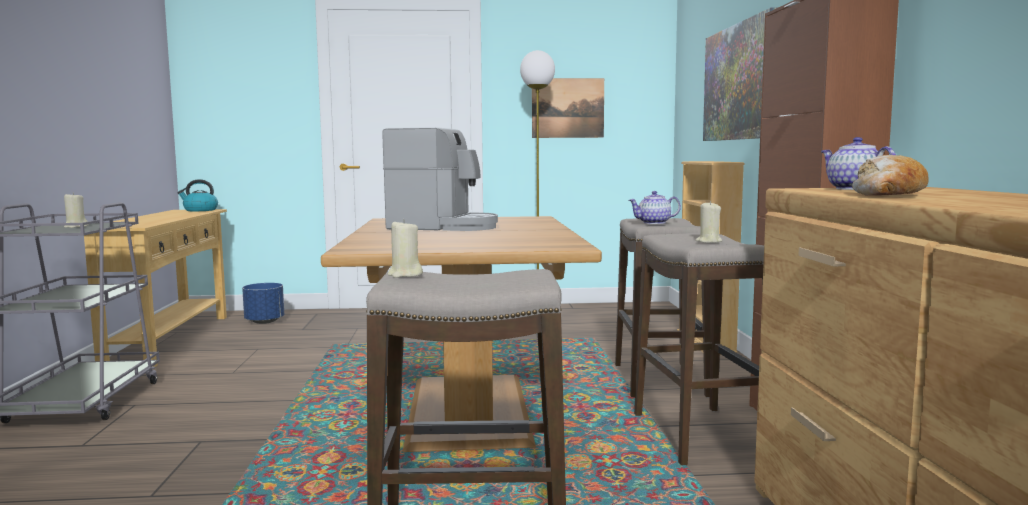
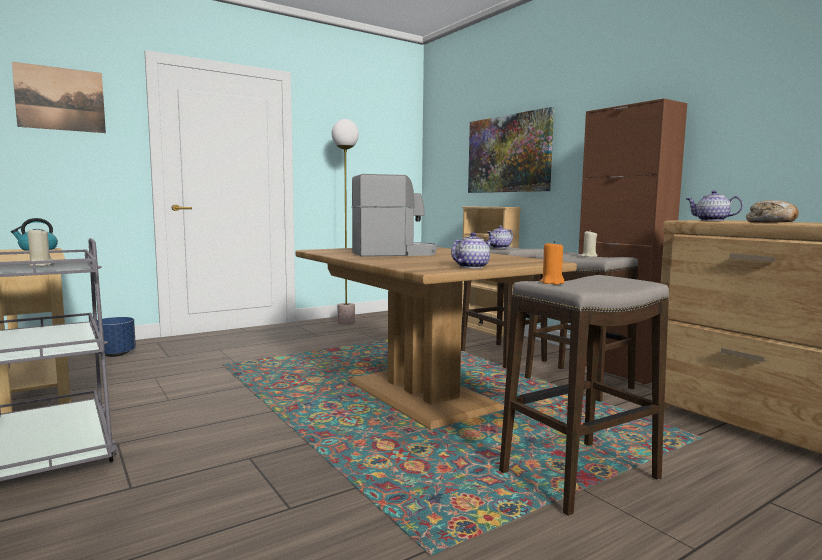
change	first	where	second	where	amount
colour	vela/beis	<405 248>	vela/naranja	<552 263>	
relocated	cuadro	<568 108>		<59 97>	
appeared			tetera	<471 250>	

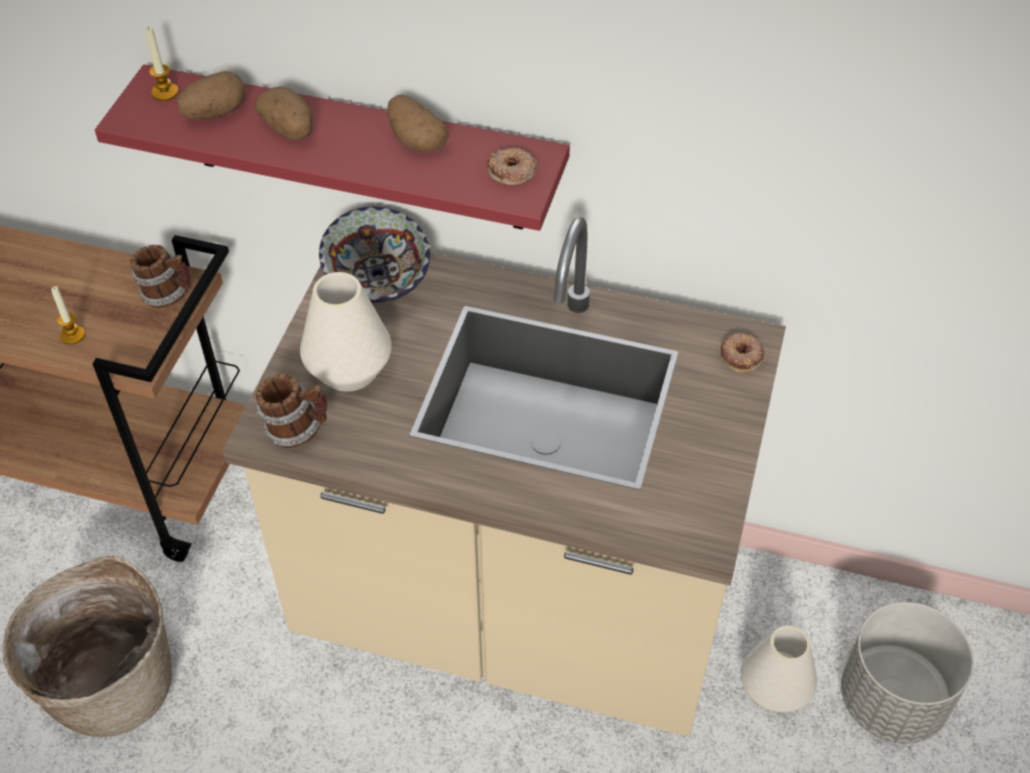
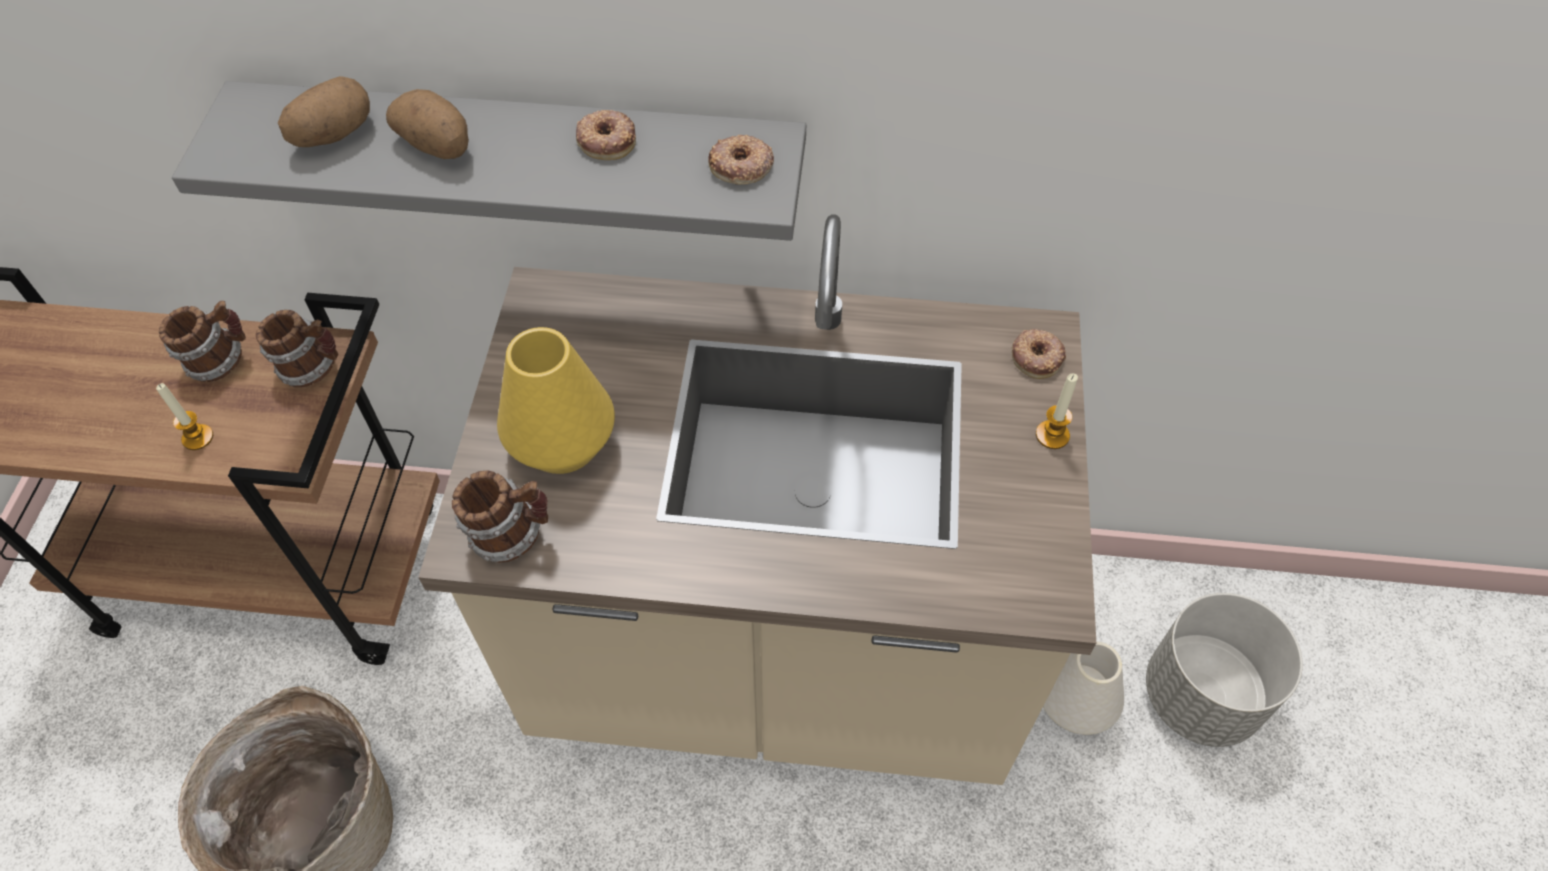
change	first	where	second	where	amount
colour	estante/rojo	<332 147>	estante/gris	<489 161>	
relocated	vela	<162 63>		<1057 411>	
colour	florero/blanco	<346 332>	florero/amarillo	<556 400>	
missing	cuenco	<374 254>			
exchanged	patata	<417 123>	rosquilla	<606 135>	
appeared			taza grande	<202 341>	

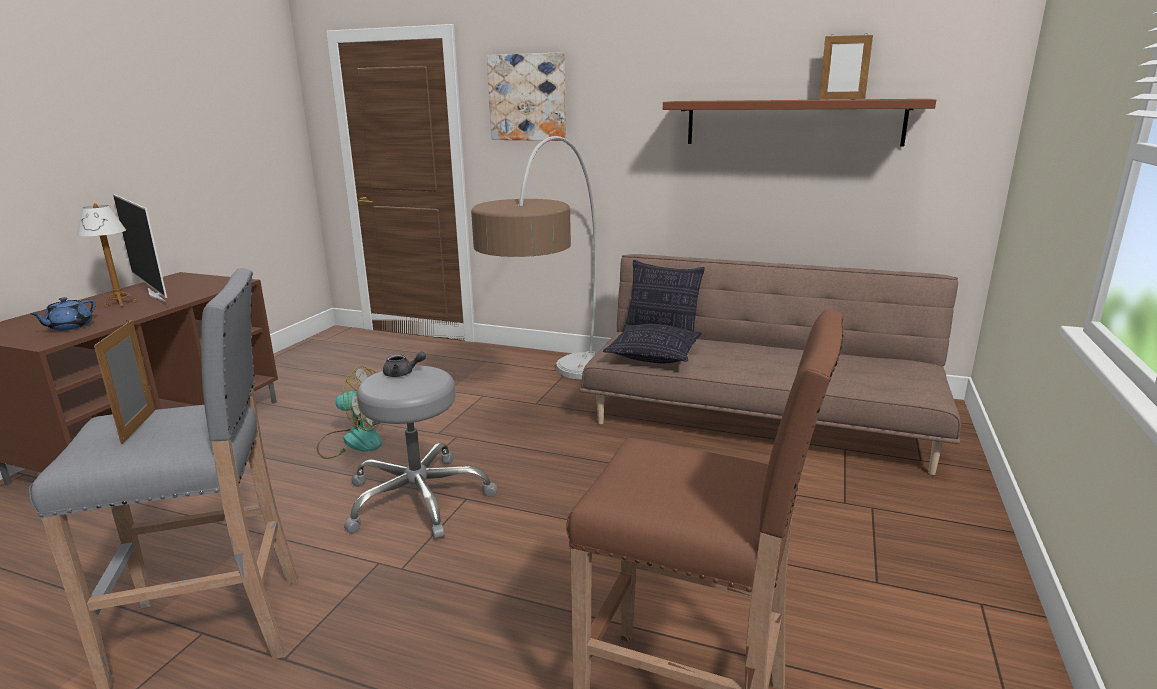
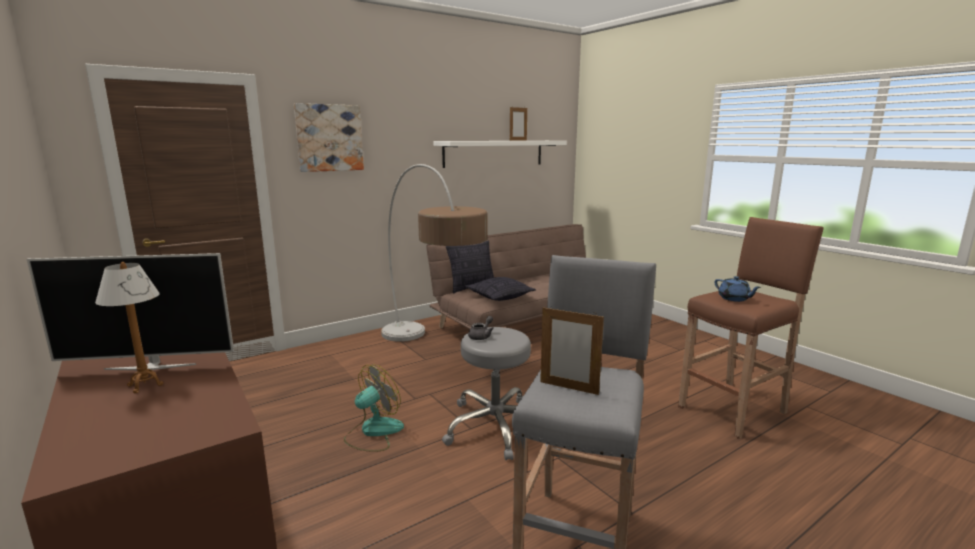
change	first	where	second	where	amount
relocated	tetera/azul	<63 314>		<737 289>	
colour	estante/marrón	<799 122>	estante/blanco	<500 154>	

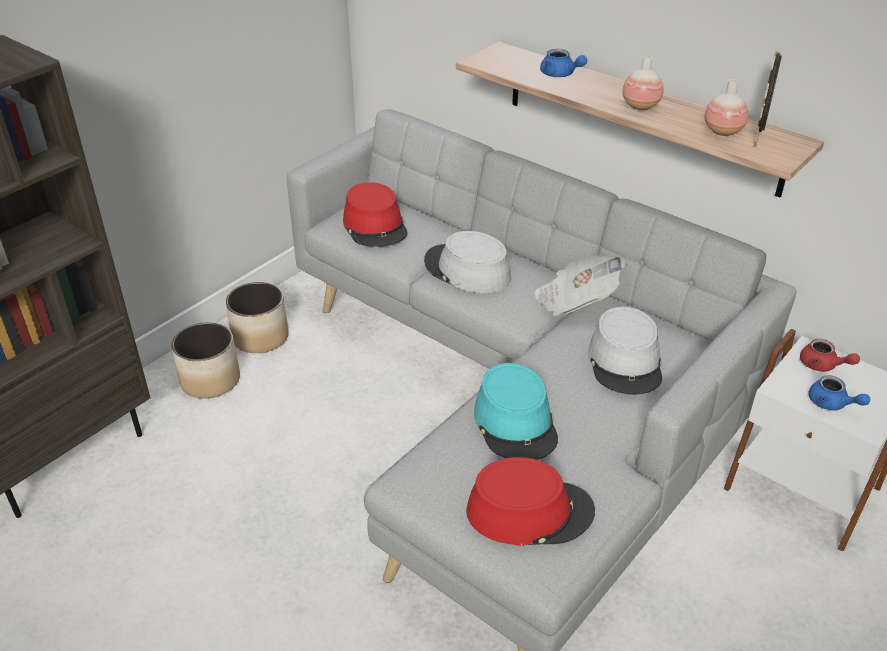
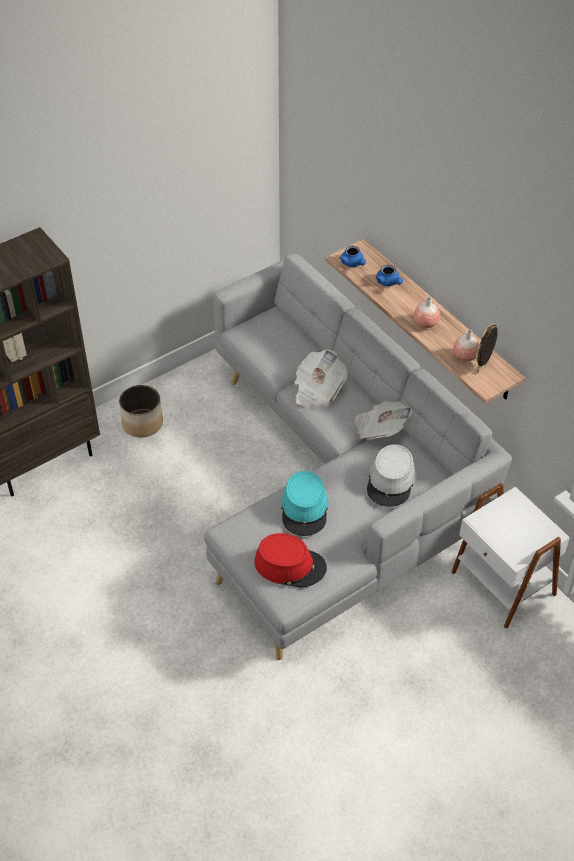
change	first	where	second	where	amount
missing	maceta	<257 317>			
missing	sombrero/rojo	<375 214>			
exchanged	sombrero/gris	<467 262>	periódico	<320 378>	
missing	tetera/rojo	<830 355>			
relocated	tetera/azul	<839 392>		<353 256>	

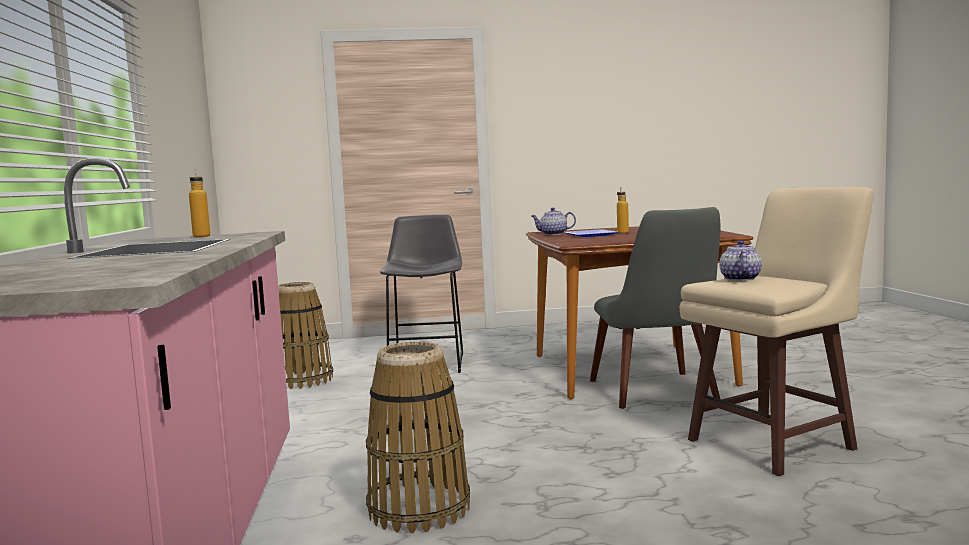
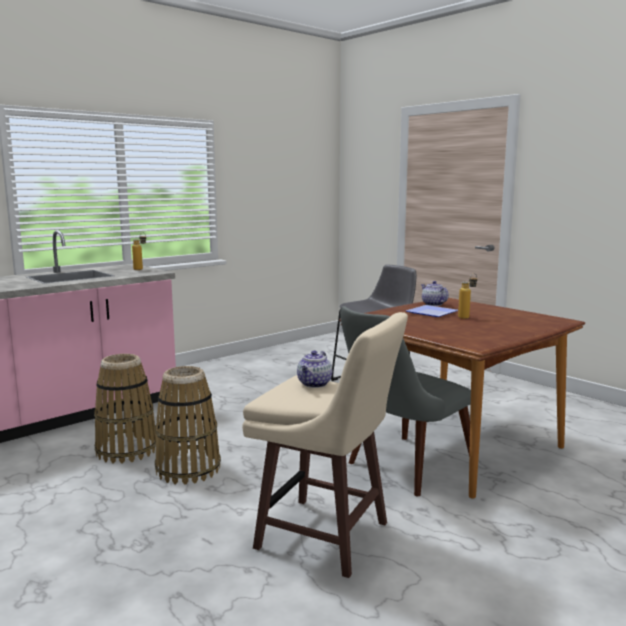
change	first	where	second	where	amount
relocated	cesta	<305 335>		<188 425>	
spun	tetera	<740 260>		<314 369>	135 degrees clockwise

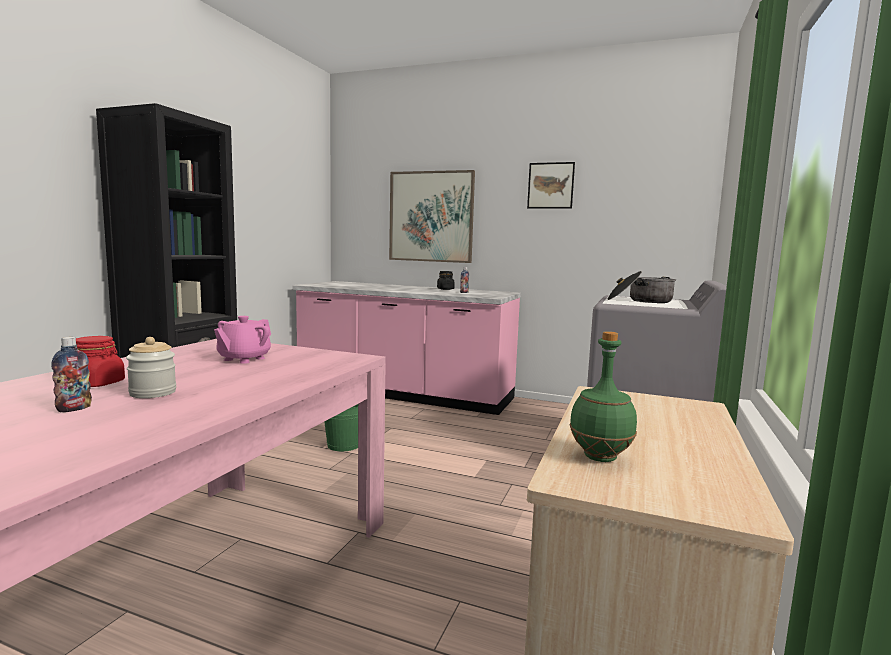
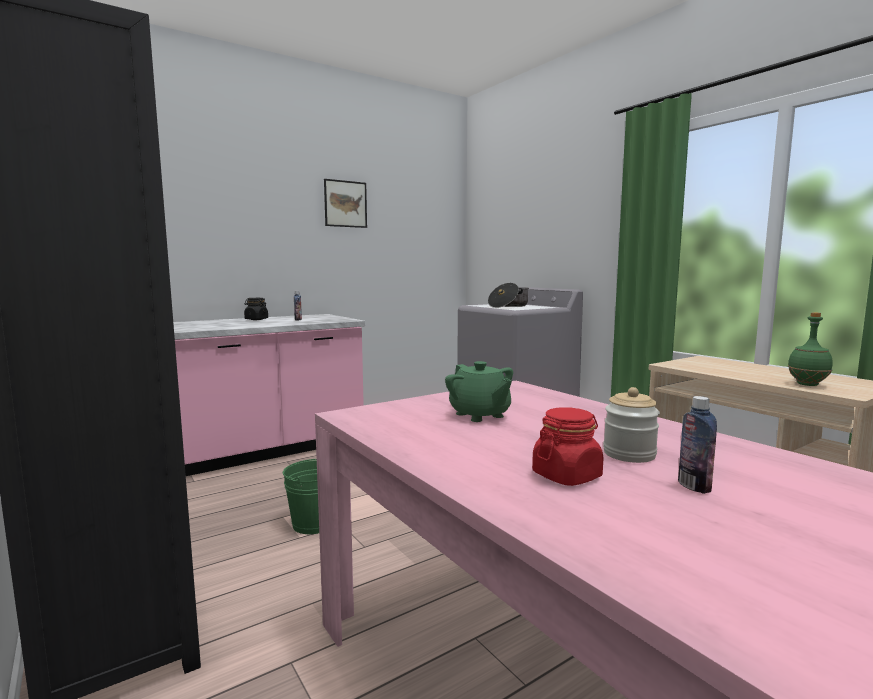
change	first	where	second	where	amount
colour	tetera/rosa	<242 340>	tetera/verde	<479 391>	
missing	cuadro	<432 216>			

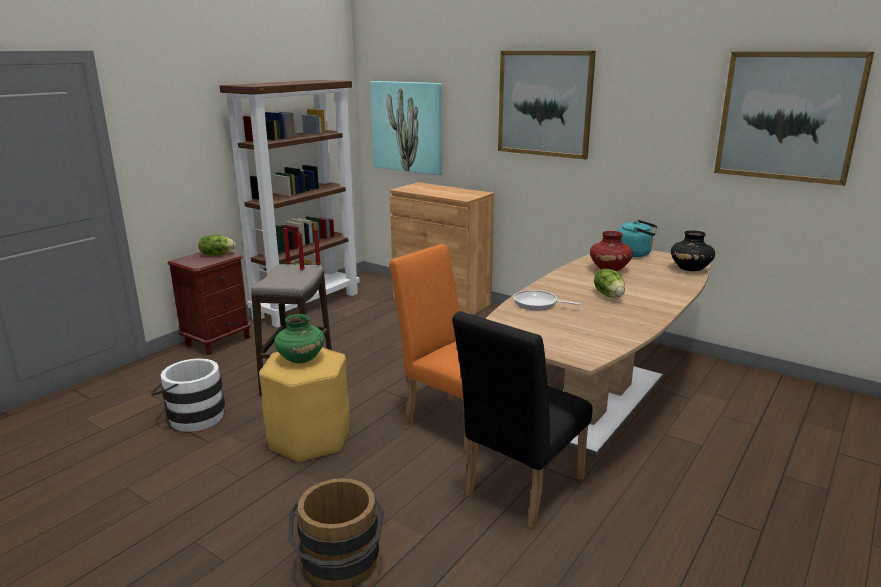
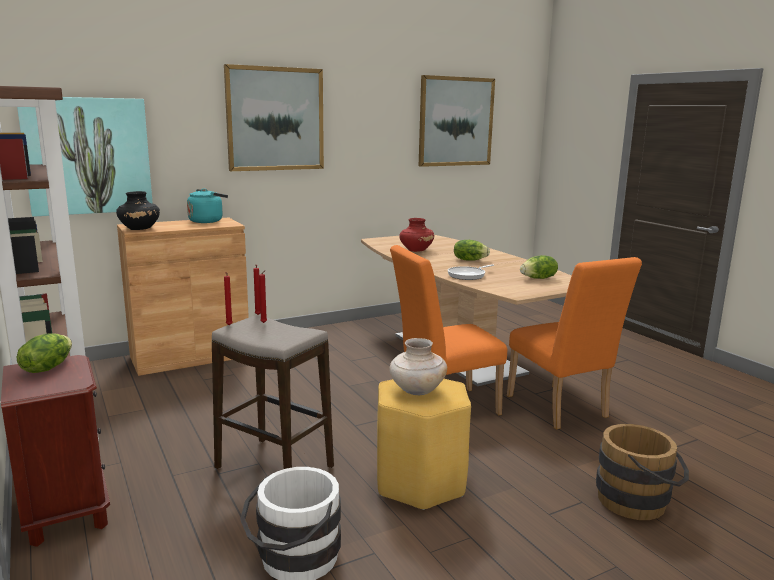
change	first	where	second	where	amount
colour	florero/verde	<299 338>	florero/beis	<418 366>	
colour	silla/negro	<522 420>	silla/naranja	<574 343>	
relocated	hervidor/turquesa	<637 238>		<207 206>	
relocated	florero/negro	<693 250>		<138 210>	
appeared			lechuga	<539 267>	

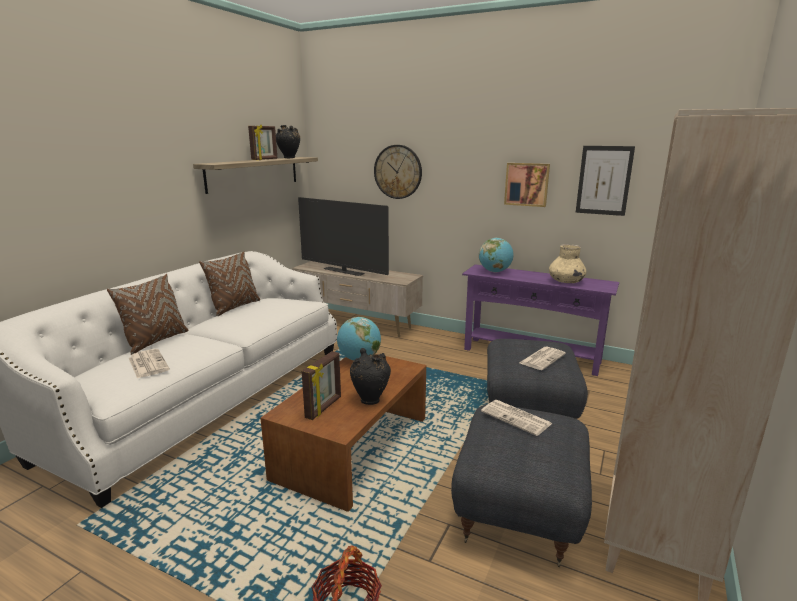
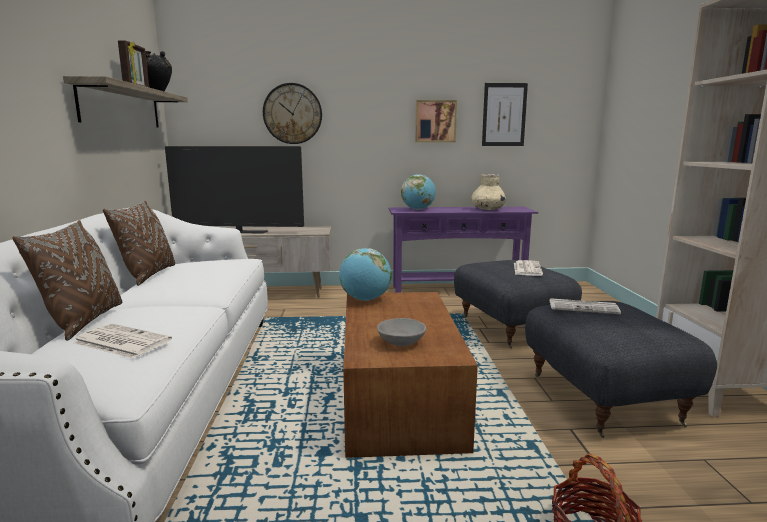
change	first	where	second	where	amount
exchanged	portarretratos	<321 385>	cuenco/gris	<401 332>	
missing	florero/negro	<370 376>			

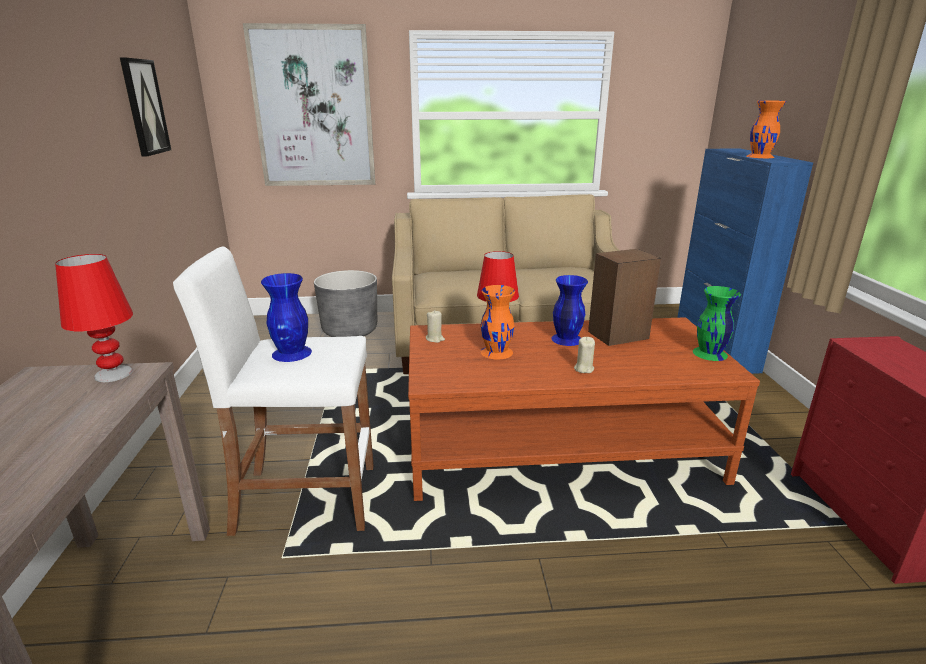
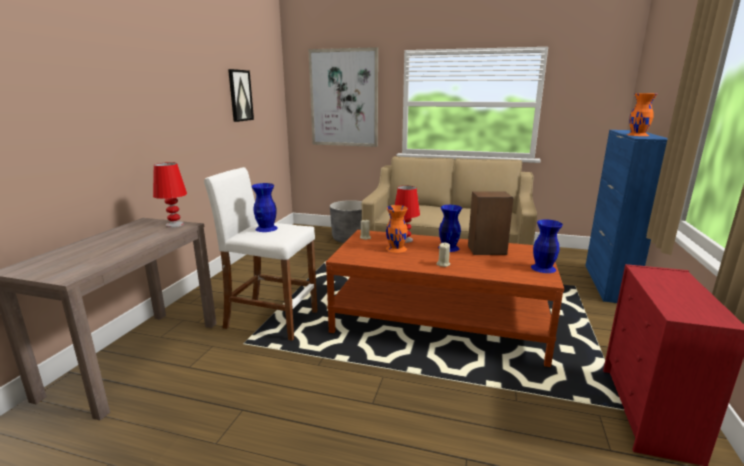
change	first	where	second	where	amount
colour	florero/verde	<717 323>	florero/azul	<547 246>	

